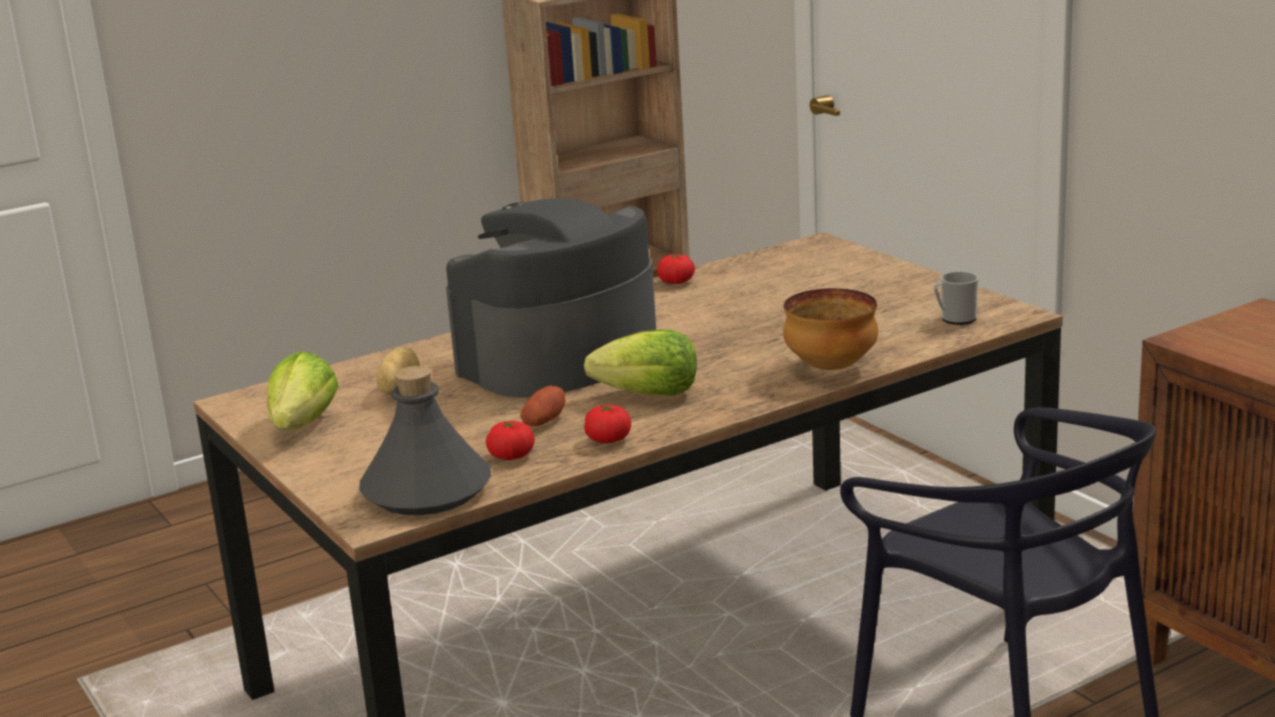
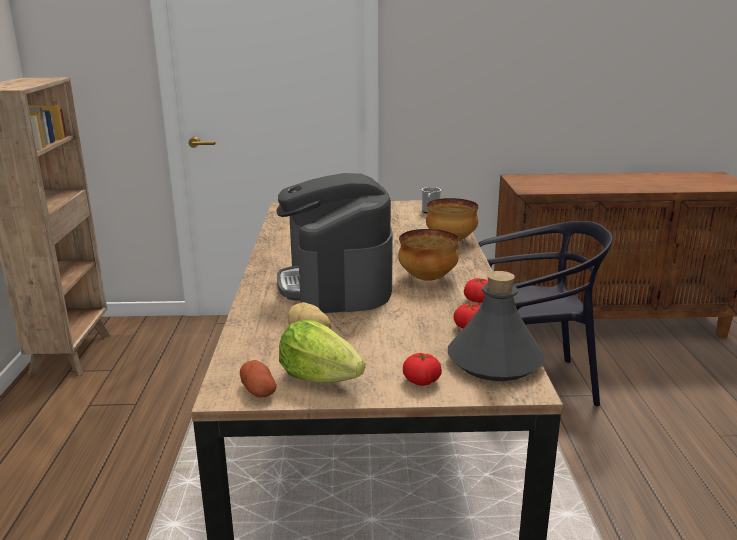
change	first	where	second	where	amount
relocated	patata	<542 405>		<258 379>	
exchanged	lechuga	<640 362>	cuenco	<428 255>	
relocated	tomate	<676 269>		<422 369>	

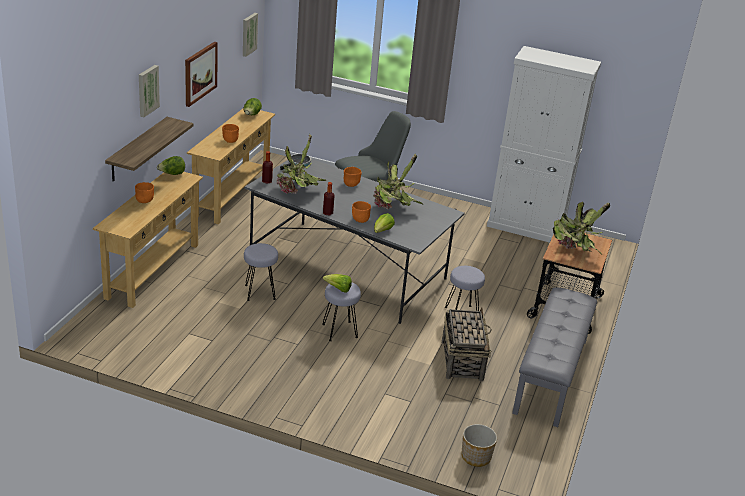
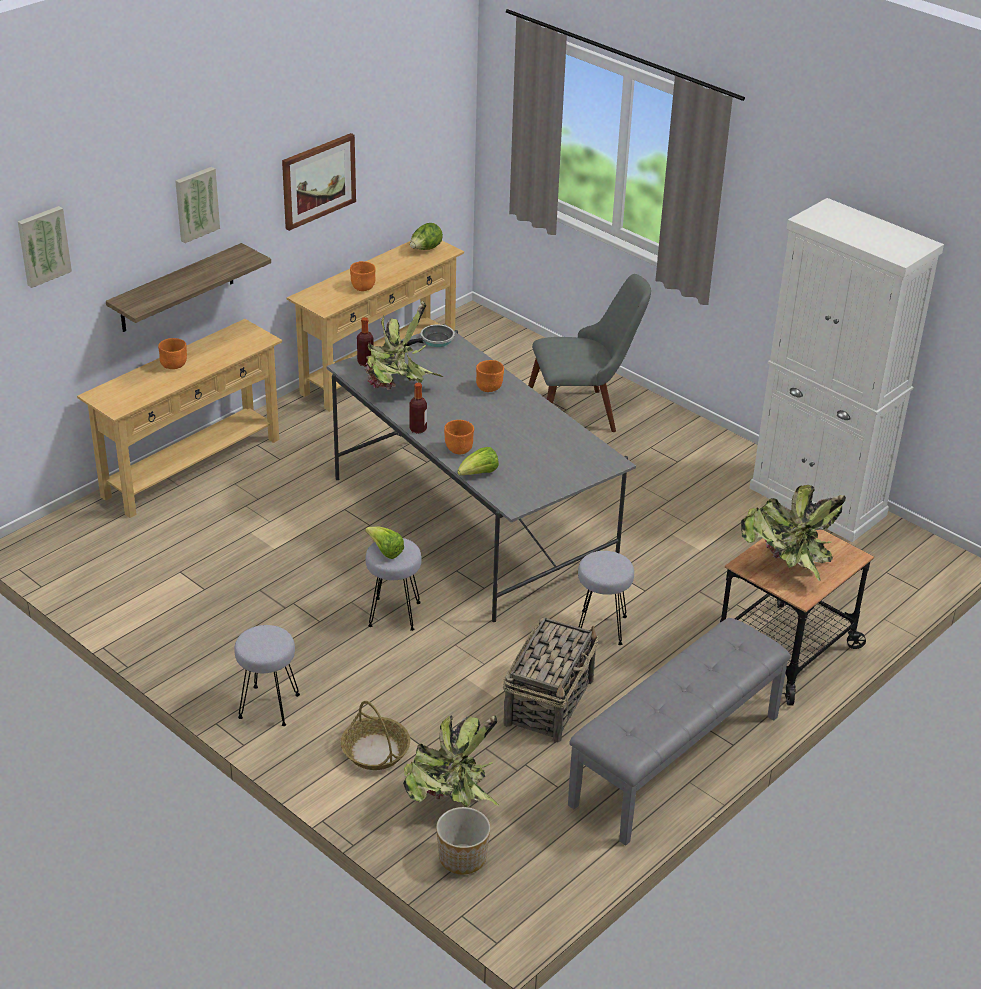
change	first	where	second	where	amount
missing	lechuga	<171 165>			
relocated	cuadro	<250 35>		<45 247>	
relocated	taburete/gris	<261 272>		<267 675>	
relocated	planta en maceta	<398 181>		<451 761>	
appeared			cesta	<375 735>	

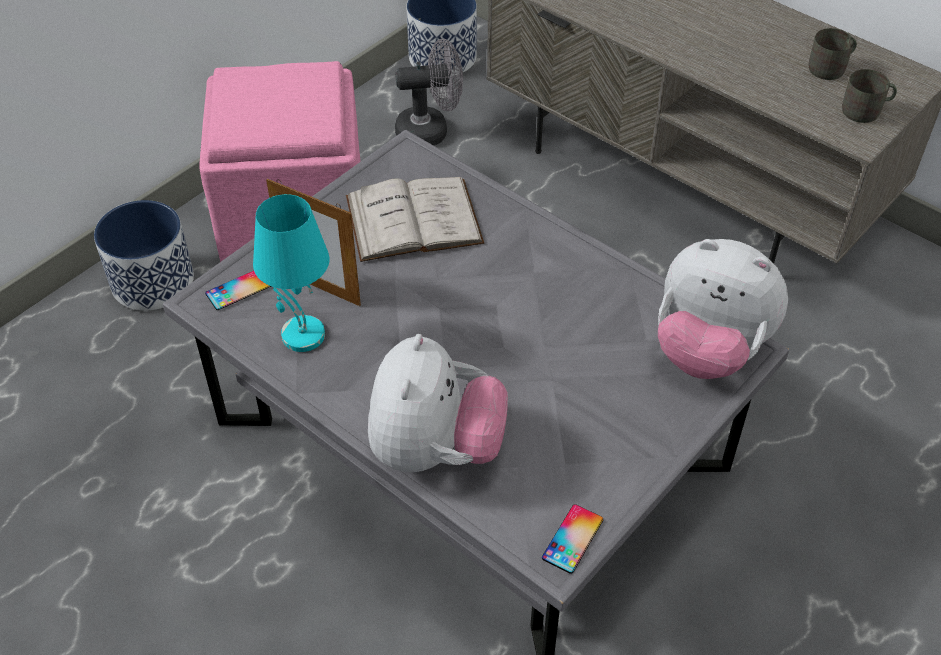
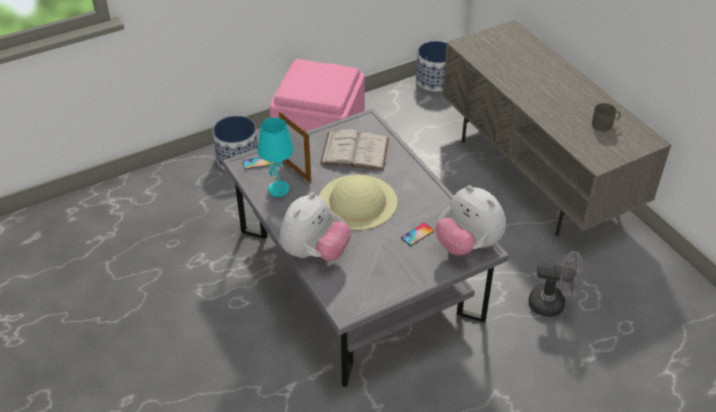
change	first	where	second	where	amount
relocated	ventilador/gris	<429 92>		<556 284>	
relocated	móvil	<572 539>		<417 234>	
missing	taza grande/gris	<869 96>			
appeared			sombrero/beis	<358 202>	

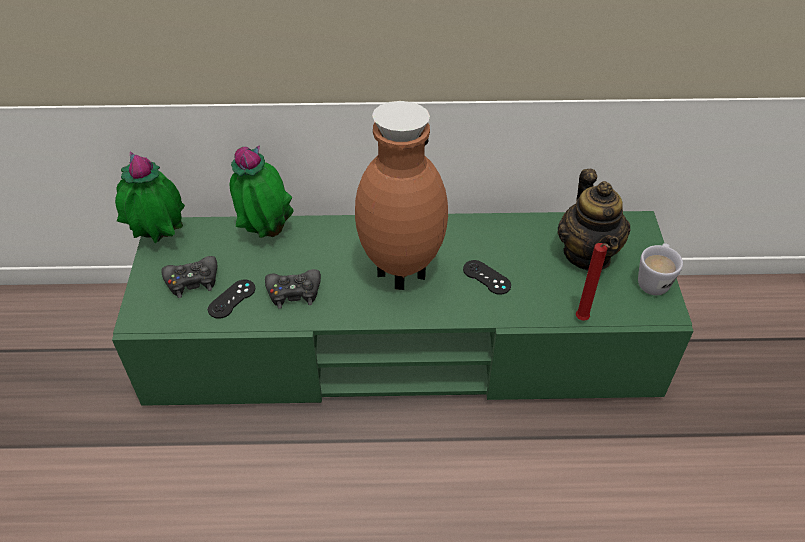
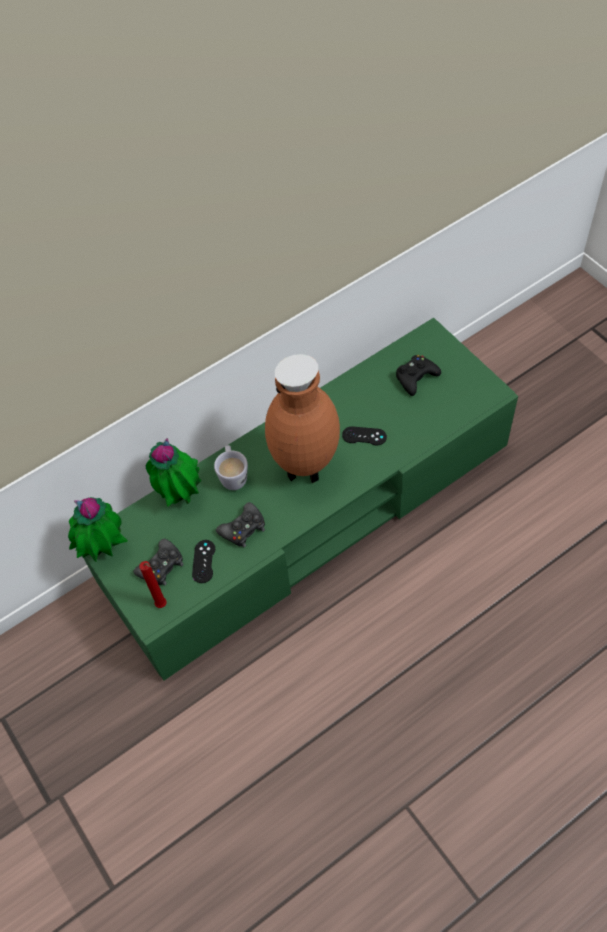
change	first	where	second	where	amount
exchanged	tetera	<594 220>	mando de consola/negro	<418 375>	
relocated	vela/rojo	<593 282>		<153 584>	
relocated	taza grande/blanco	<660 269>		<231 467>	

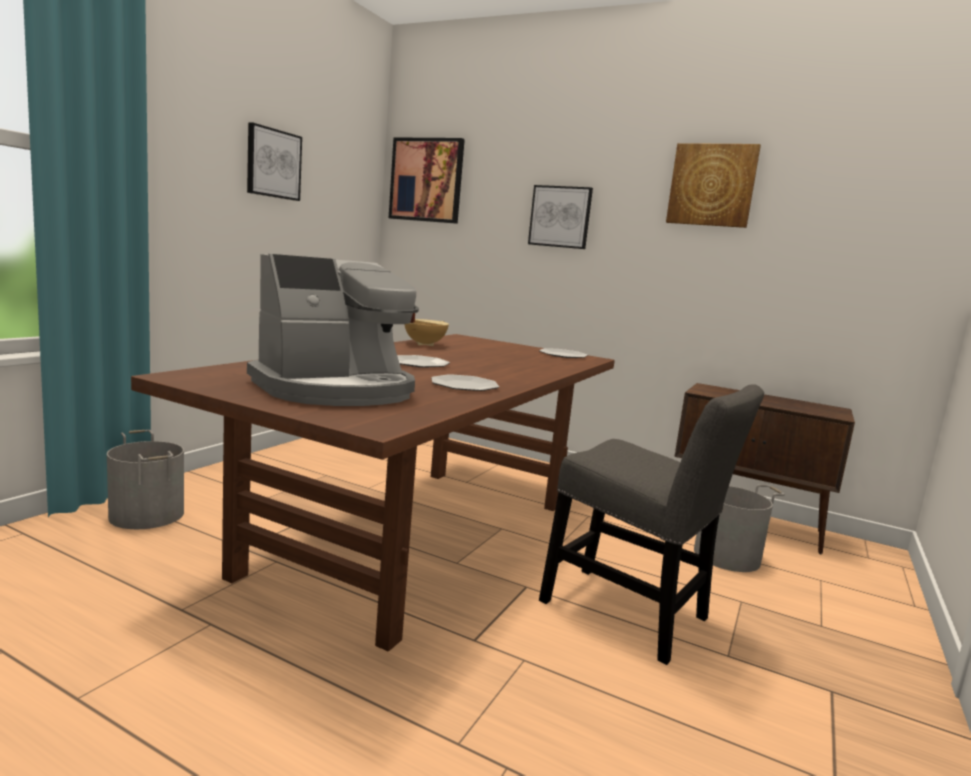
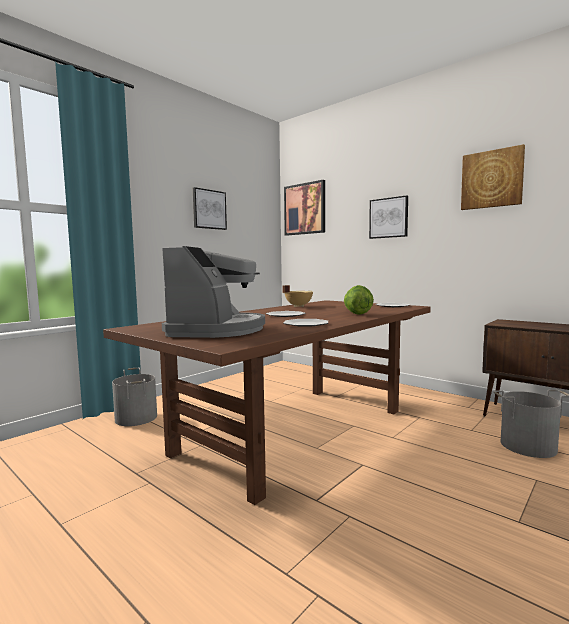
change	first	where	second	where	amount
spun	cafetera	<333 330>		<213 292>	60 degrees counterclockwise
missing	silla/gris	<651 525>			
appeared			lechuga	<359 300>	

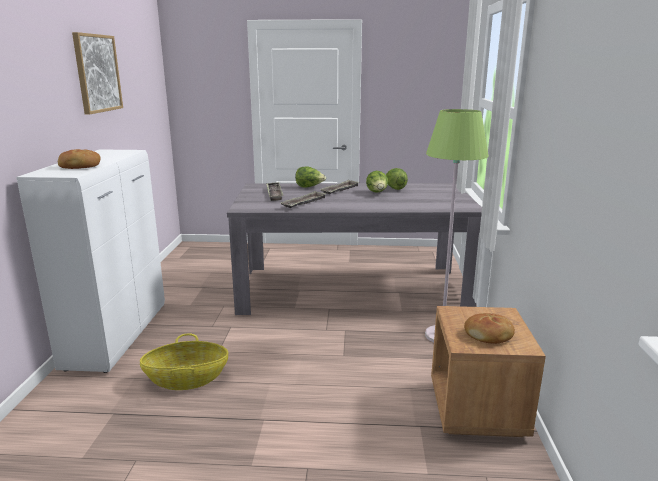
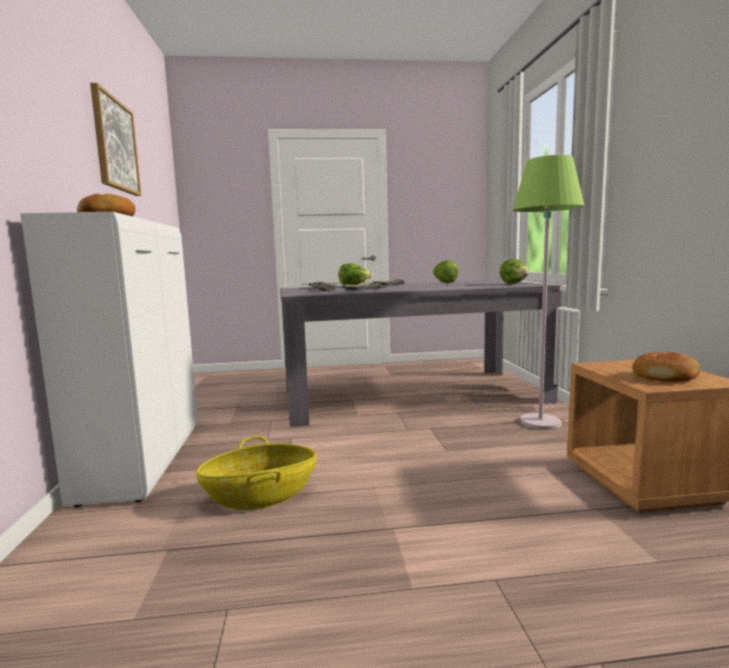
change	first	where	second	where	amount
relocated	lechuga	<377 182>		<514 271>	

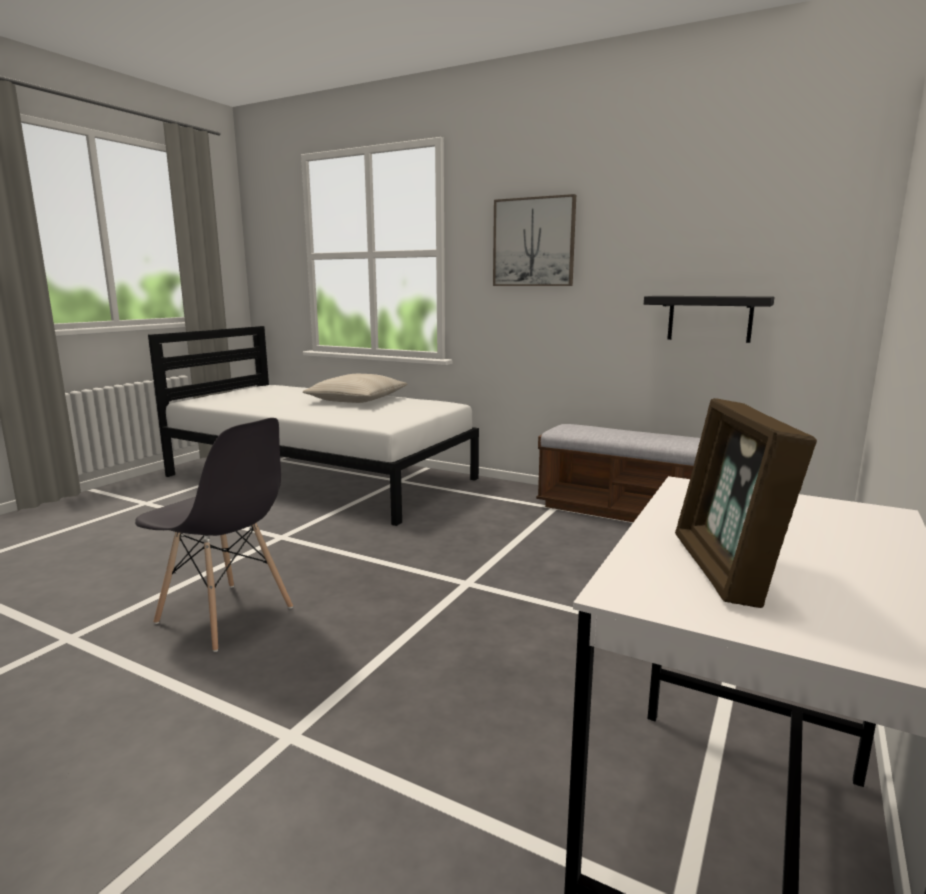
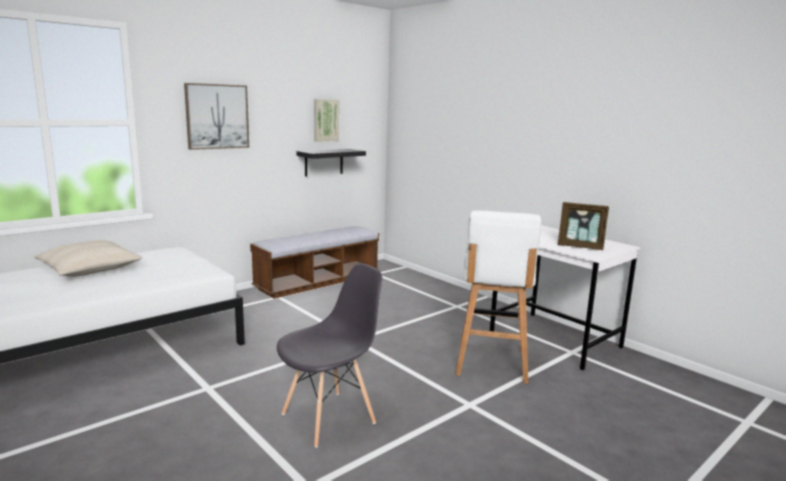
change	first	where	second	where	amount
appeared			cuadro	<326 120>	
appeared			taburete/blanco	<498 297>	

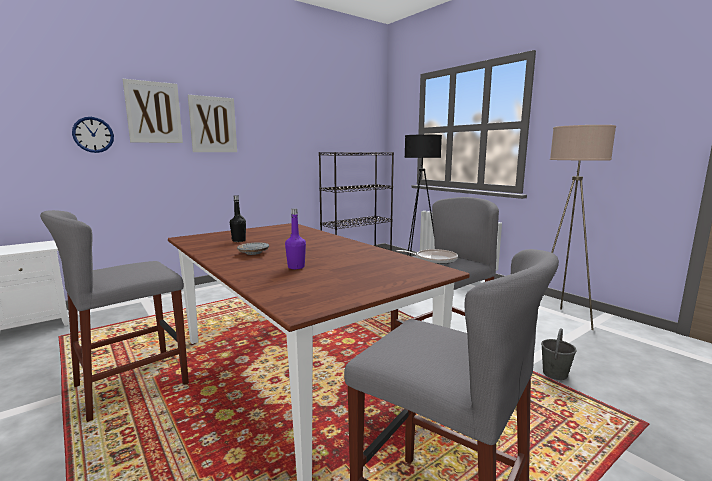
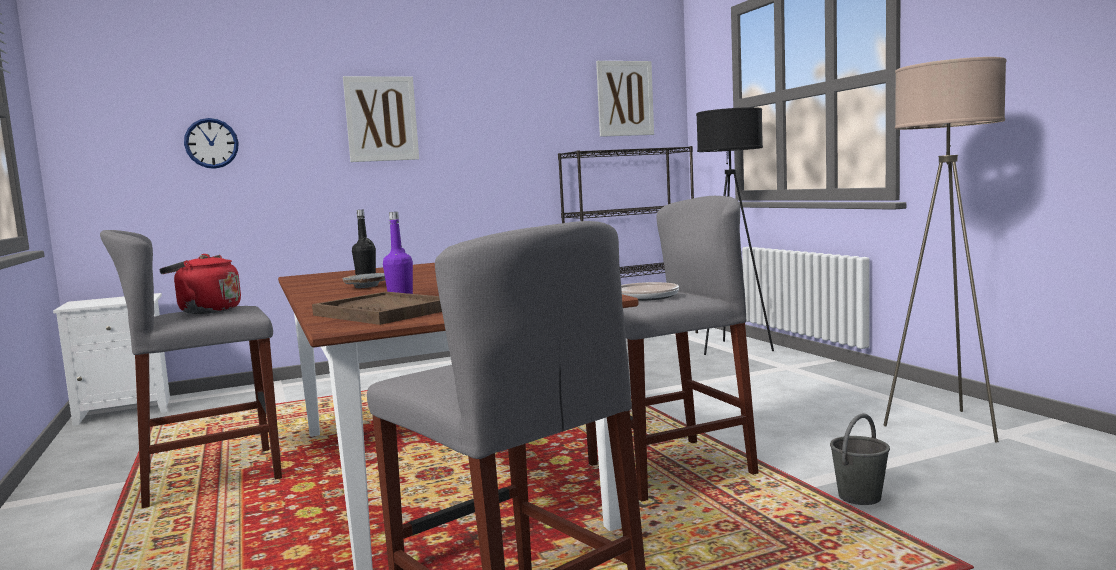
change	first	where	second	where	amount
relocated	cuadro	<153 111>		<625 99>	
appeared			hervidor/rojo	<200 284>	
appeared			bandeja/marrón	<377 308>	

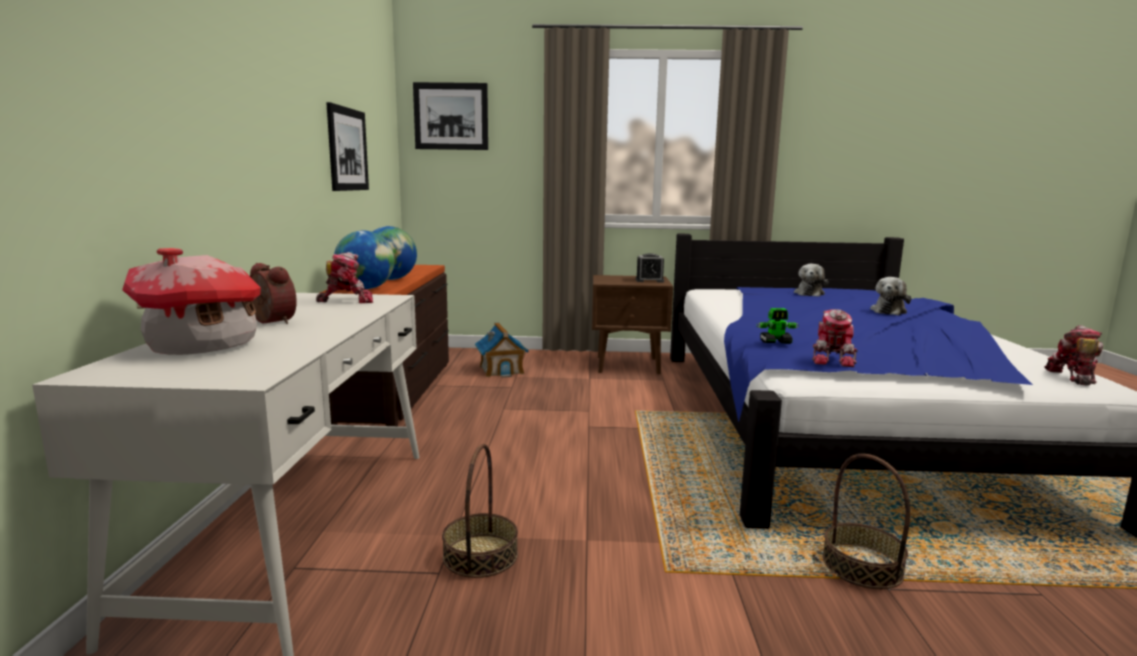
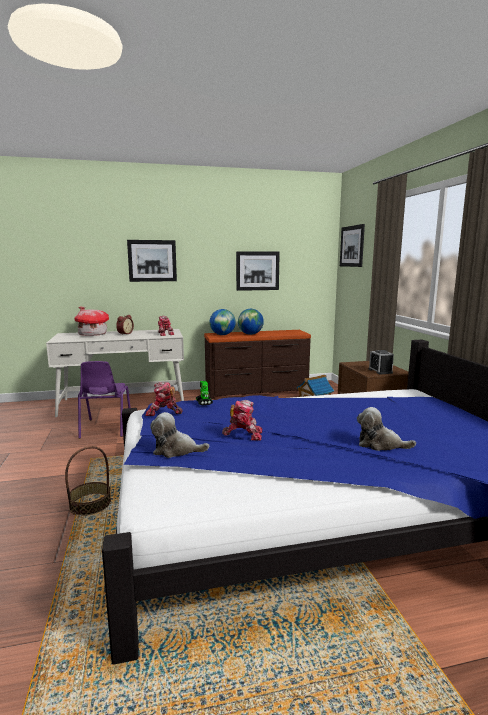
change	first	where	second	where	amount
exchanged	cesta	<480 511>	silla/morado	<104 400>	
relocated	peluche	<811 280>		<179 435>	
relocated	robot de juguete	<1073 355>		<242 420>	
appeared			cuadro	<152 261>	

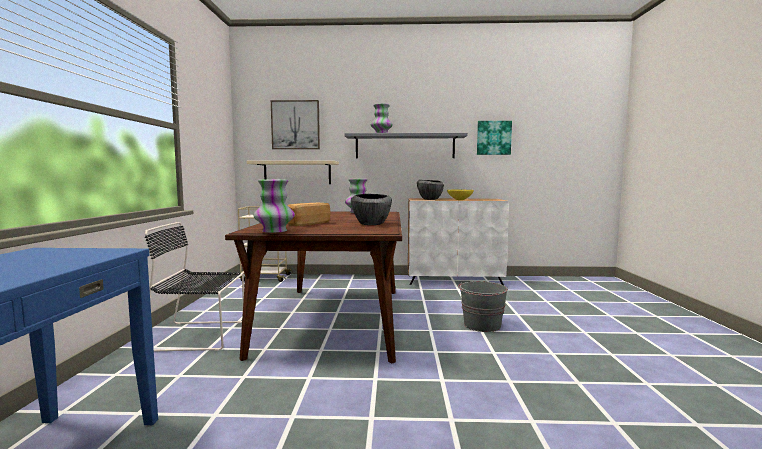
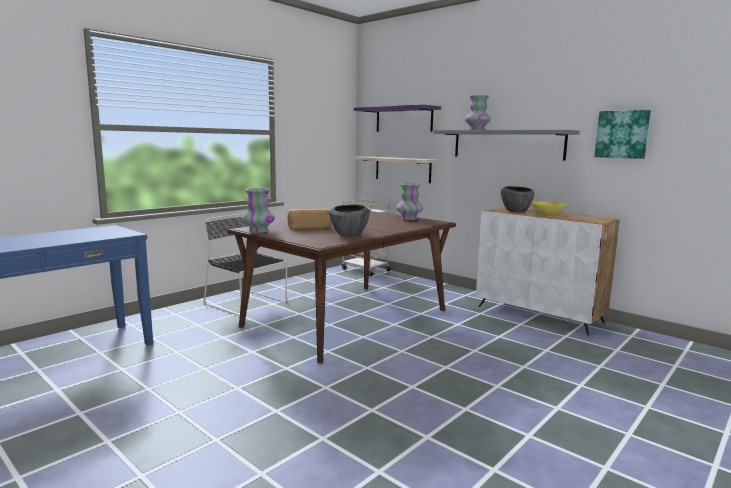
change	first	where	second	where	amount
exchanged	cuadro	<295 124>	estante/morado	<397 118>	
missing	cubo/gris	<483 306>			

